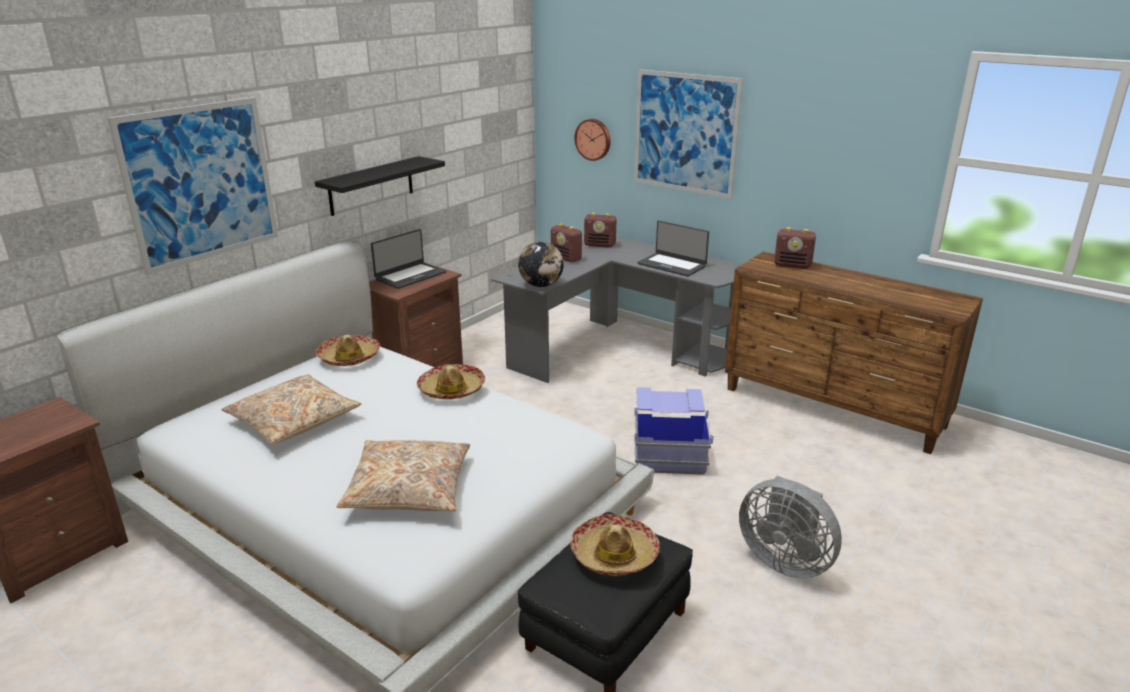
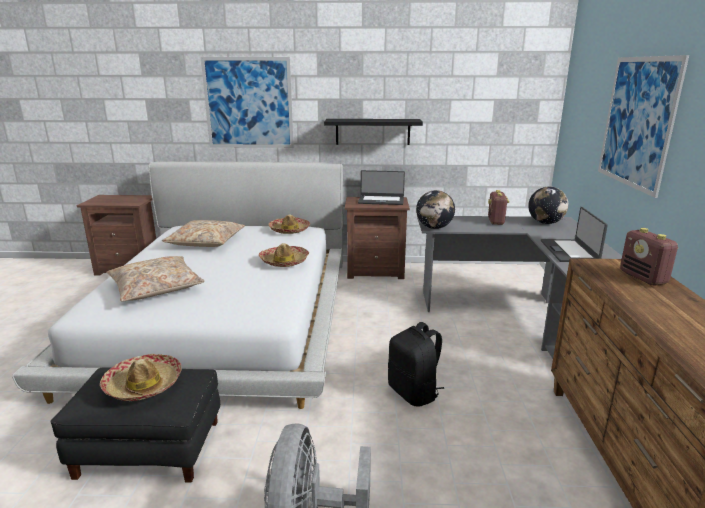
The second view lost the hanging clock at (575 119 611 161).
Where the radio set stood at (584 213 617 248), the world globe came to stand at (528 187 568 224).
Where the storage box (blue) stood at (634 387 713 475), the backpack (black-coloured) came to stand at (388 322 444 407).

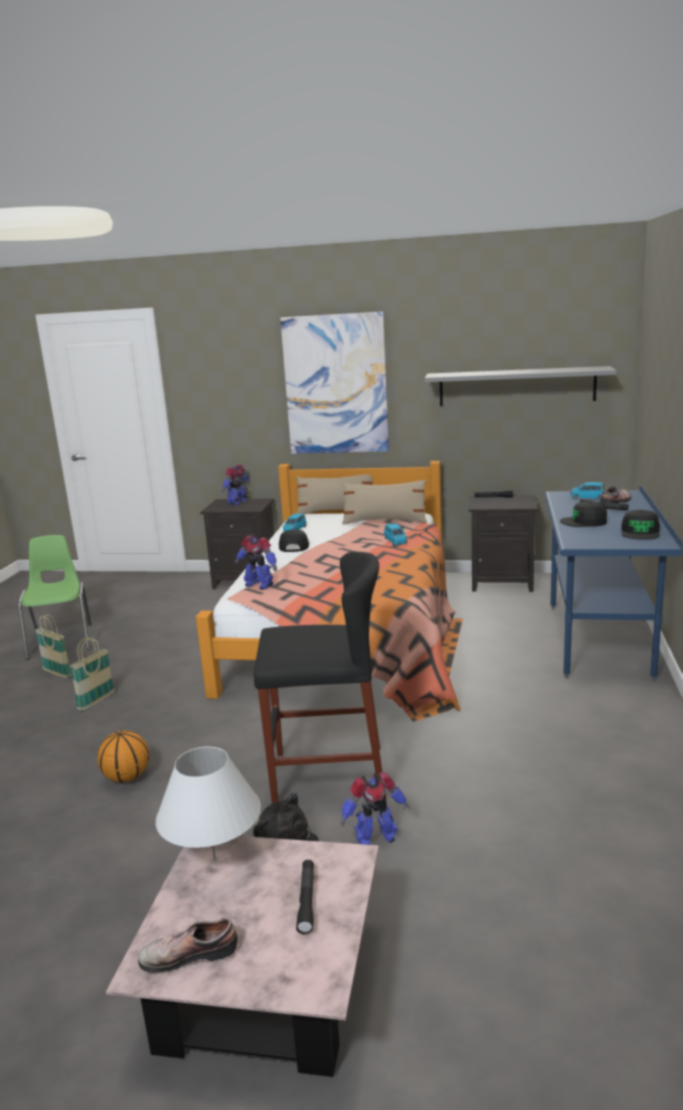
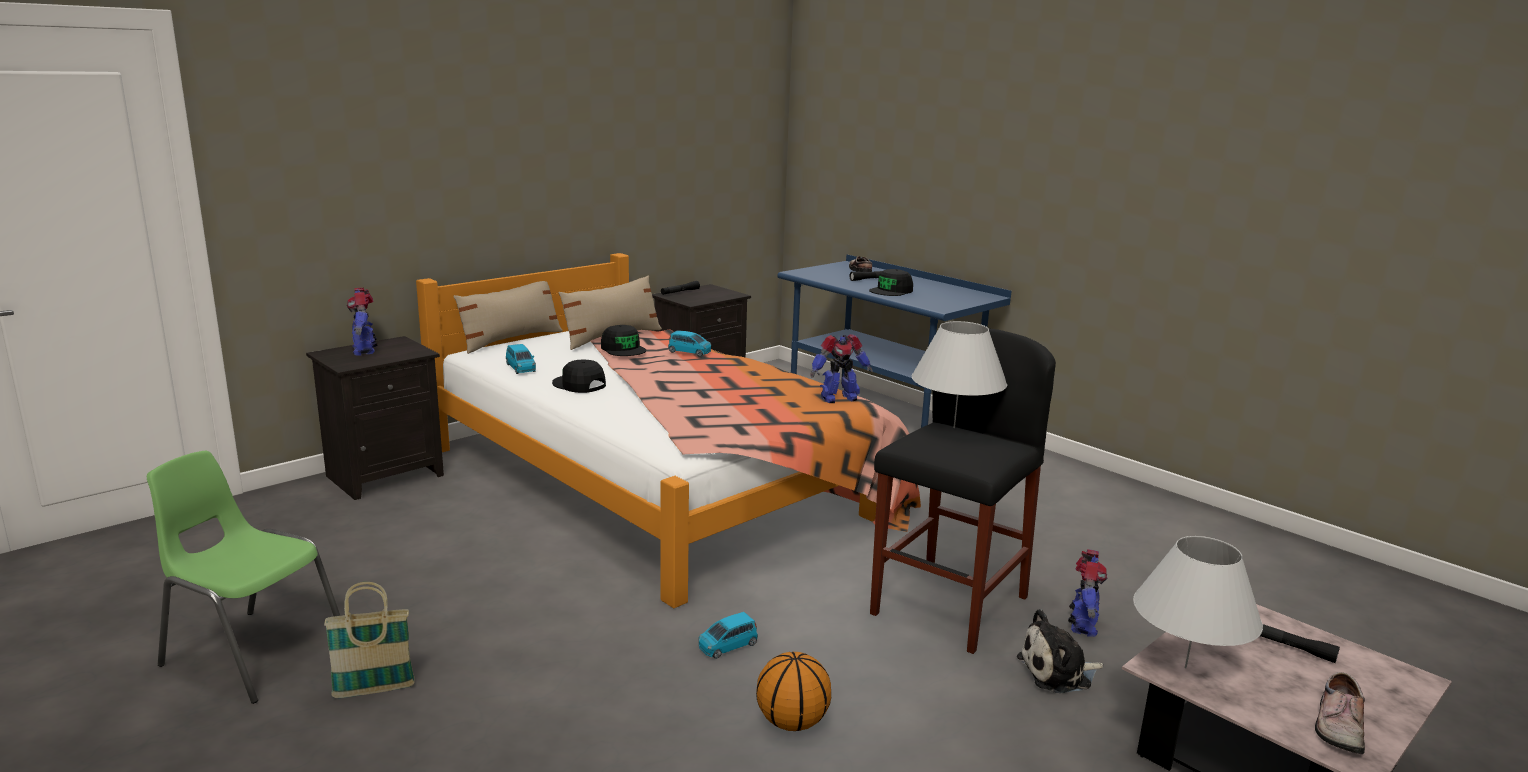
The second view lost the basket at (70 638 115 711).
The toy robot ended up elsewhere, having gone from (235 535 277 590) to (810 334 873 403).
The second view lost the wall picture at (280 312 389 454).
The second view lost the shelf (grey) at (424 366 616 406).
The model car (blue) ended up elsewhere, having gone from (570 482 605 500) to (698 612 758 659).
The baseball cap (black-coloured) ended up elsewhere, having gone from (621 510 660 540) to (601 325 646 356).
The second view gained the table lamp (white-coloured) at (912 321 1007 428).

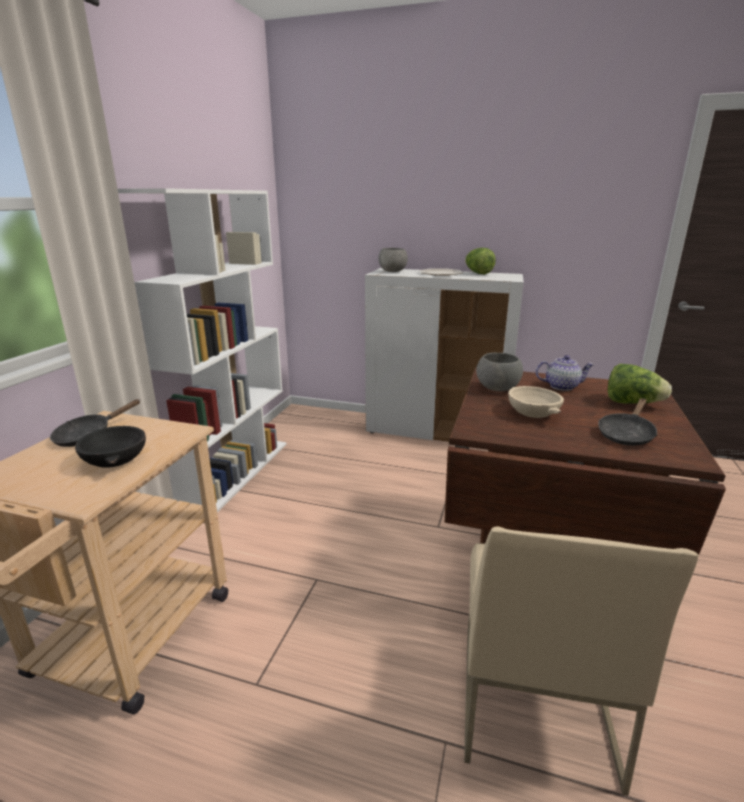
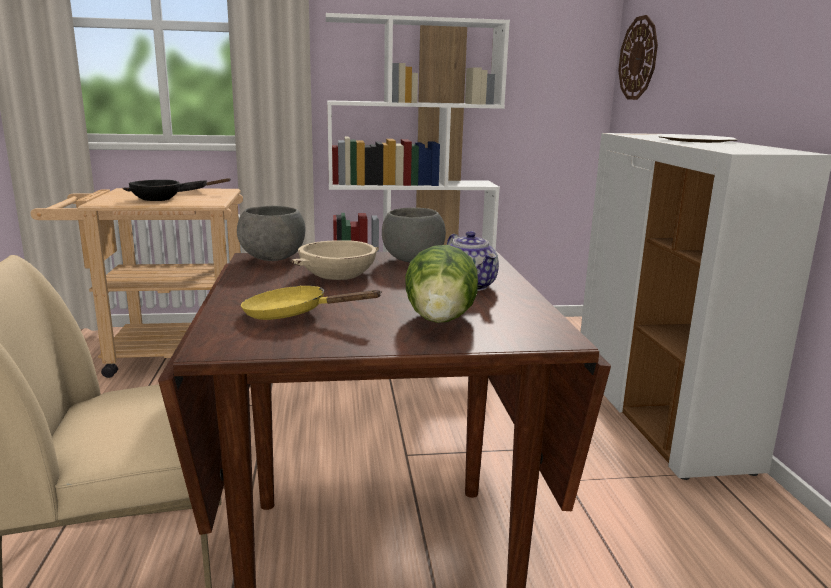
The bowl (grey) ended up elsewhere, having gone from (378 248 408 272) to (237 206 305 261).
The second view lost the lettuce head at (465 248 496 274).
What was the skillet (black-coloured) at (598 398 658 446) turned into the skillet (yellow) at (241 285 382 320).
The second view gained the hanging clock at (618 15 658 100).

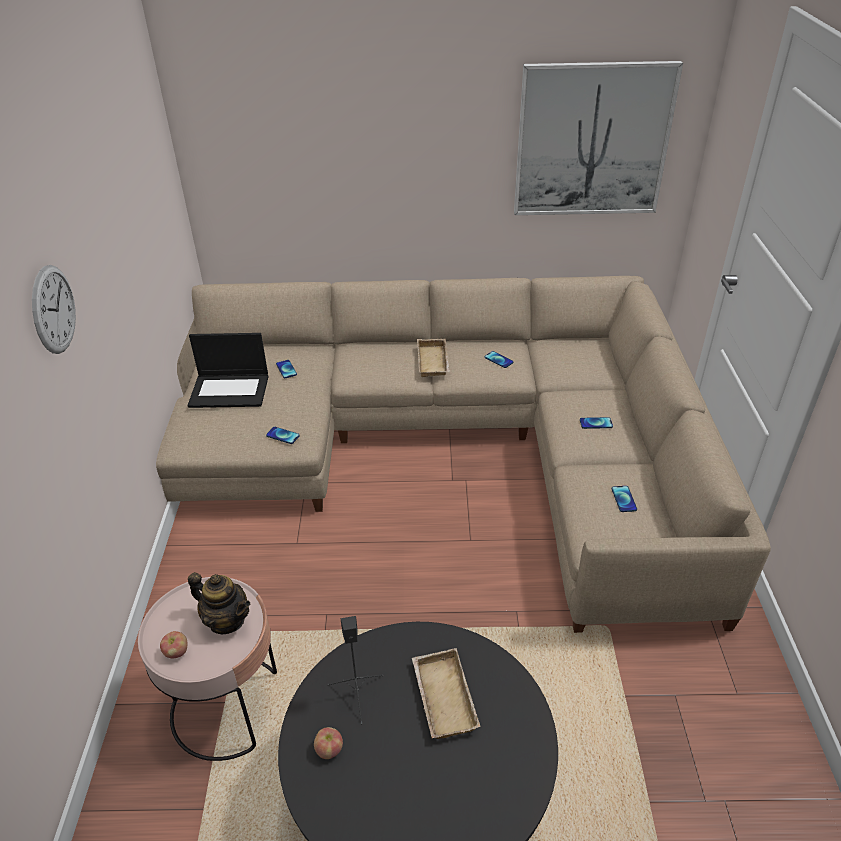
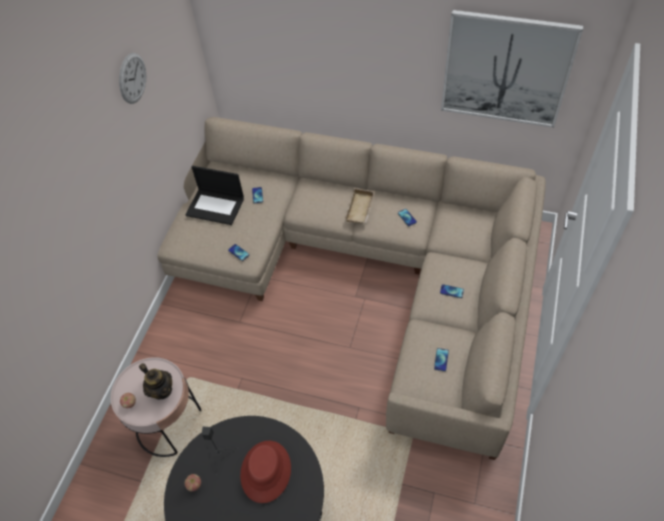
The hanging clock ended up elsewhere, having gone from (32 265 76 354) to (119 53 146 104).
Where the tray (beige-coloured) stood at (412 648 480 739), the clothing hat (red) came to stand at (240 441 291 503).

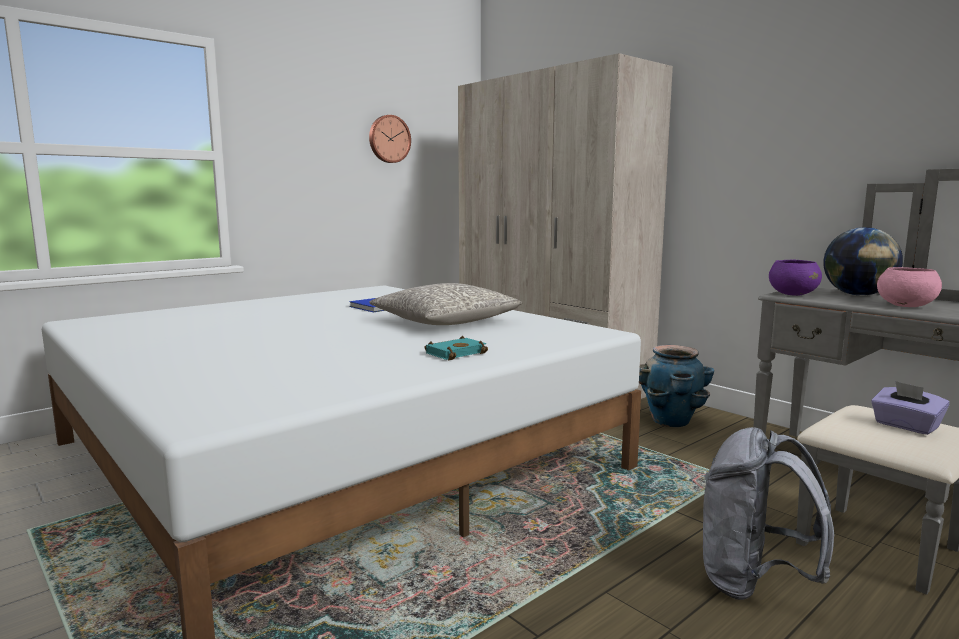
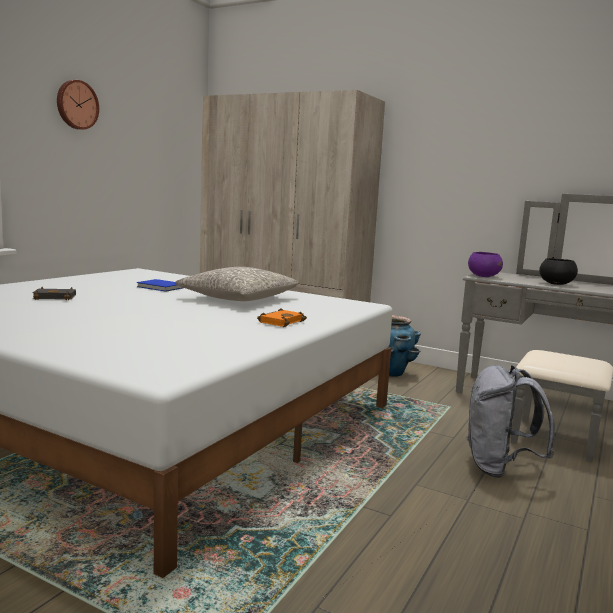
The hanging clock ended up elsewhere, having gone from (369 115 411 163) to (57 80 99 130).
What was the volume (blue-green) at (424 336 488 361) turned into the volume (orangey) at (257 308 307 327).
The second view lost the world globe at (823 227 903 296).
The second view lost the tissue box (purplish) at (871 381 950 435).
What was the bowl (pink) at (877 267 942 307) turned into the bowl (black-coloured) at (539 258 578 285).
The second view gained the volume (black-coloured) at (33 287 76 300).

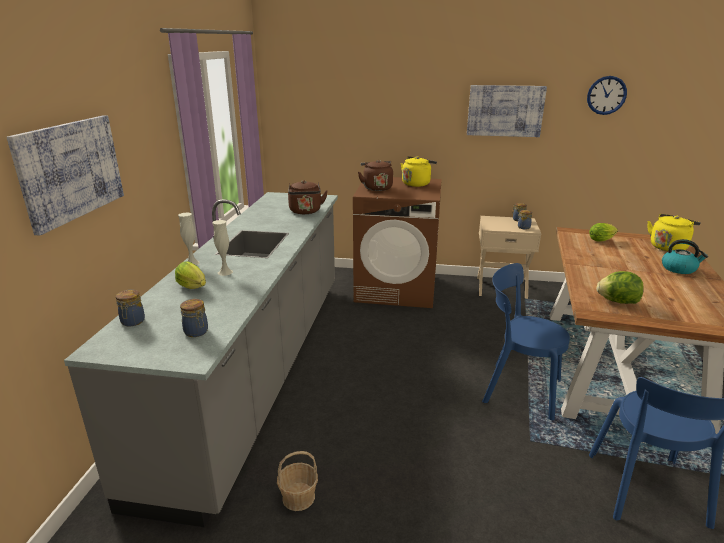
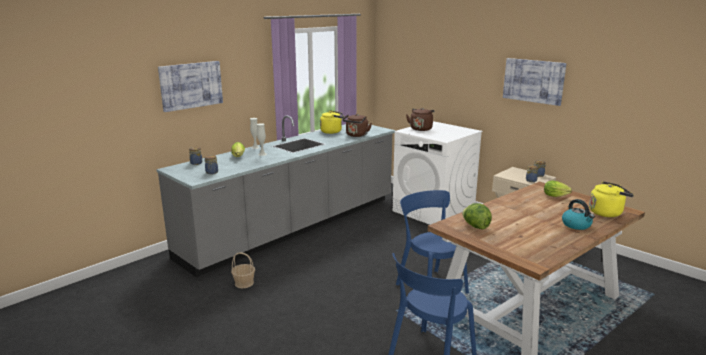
What was the laundry appliance (brownish) at (353 177 442 308) turned into the laundry appliance (white-coloured) at (392 121 483 225).
The tea kettle (yellow) ended up elsewhere, having gone from (401 156 437 187) to (320 110 344 134).
The second view lost the hanging clock at (587 76 627 115).

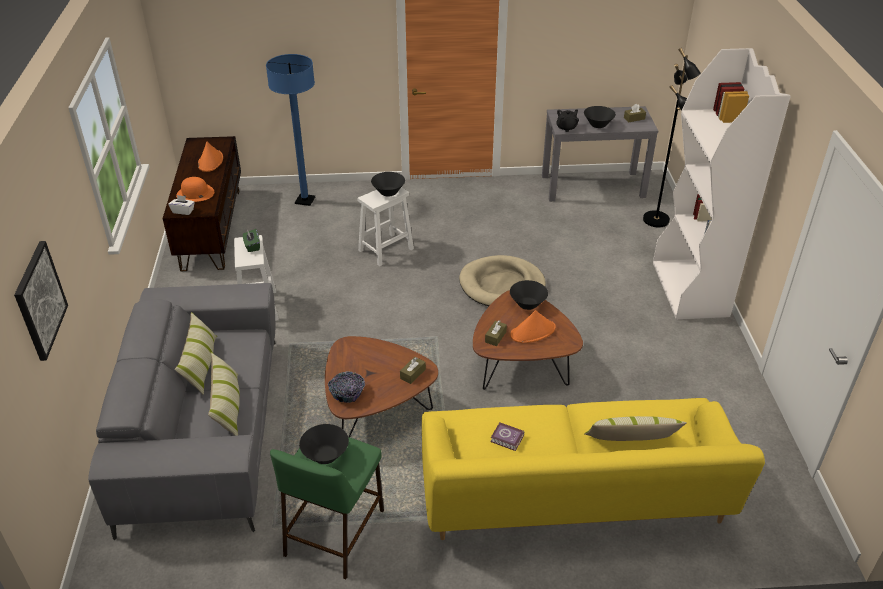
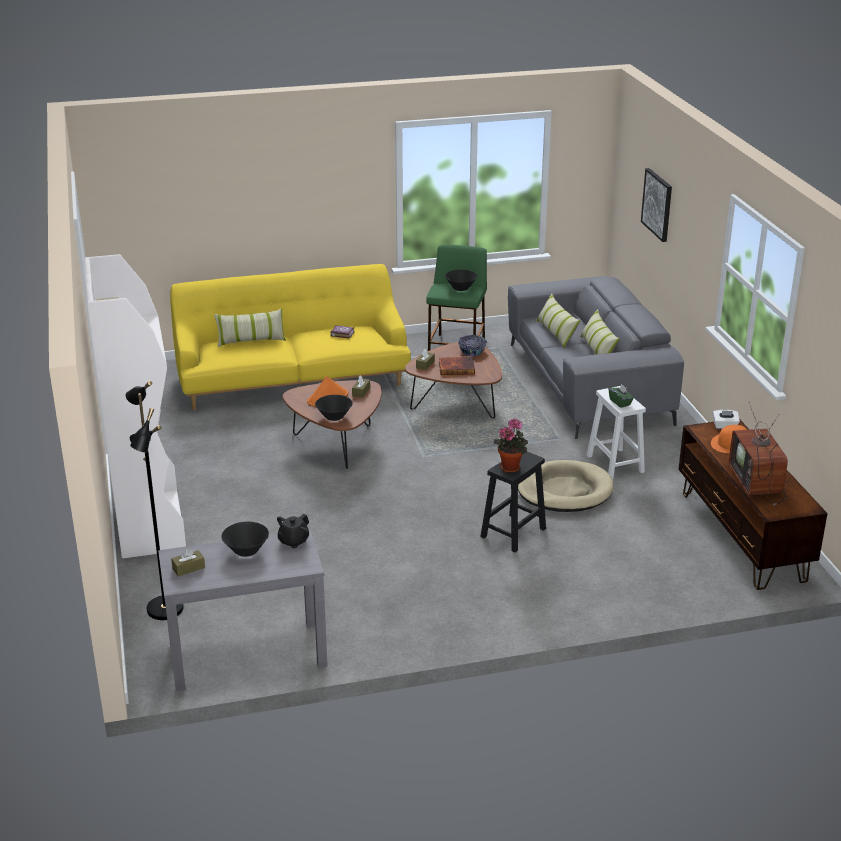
Where the clothing hat (orangey) stood at (198 142 223 172), the TV set came to stand at (729 403 788 506).
The second view lost the standing lamp (blue) at (266 54 315 206).
What was the sitting stool (white-coloured) at (358 187 414 266) turned into the sitting stool (black-coloured) at (480 452 546 553).
Where the bowl (black-coloured) stood at (371 172 405 197), the plant in a pot came to stand at (494 419 528 473).
The dog cushion (beige-coloured) ended up elsewhere, having gone from (459 255 546 306) to (518 460 614 512).
The second view gained the volume at (439 357 475 375).

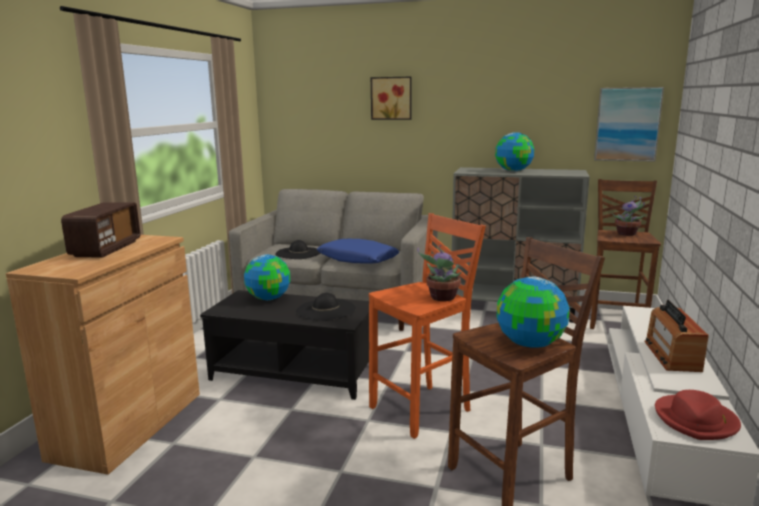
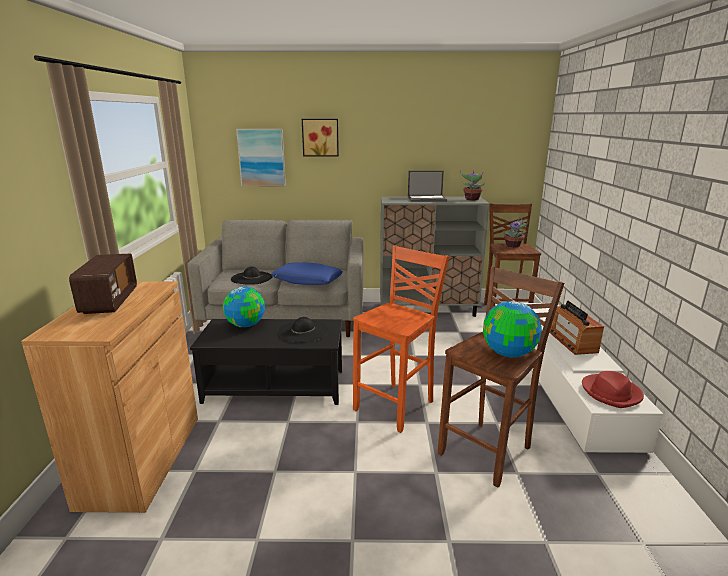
The plant in a pot ended up elsewhere, having gone from (417 245 461 301) to (460 171 485 201).
Where the world globe stood at (495 132 534 172), the portable computer came to stand at (408 171 447 202).
The wall picture ended up elsewhere, having gone from (594 87 664 161) to (236 129 286 187).

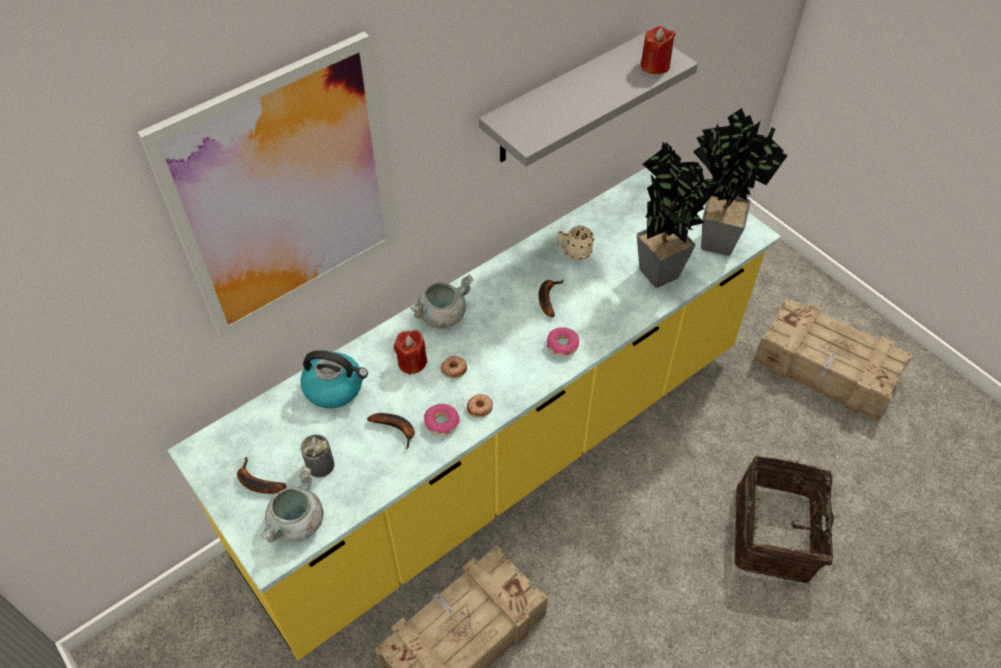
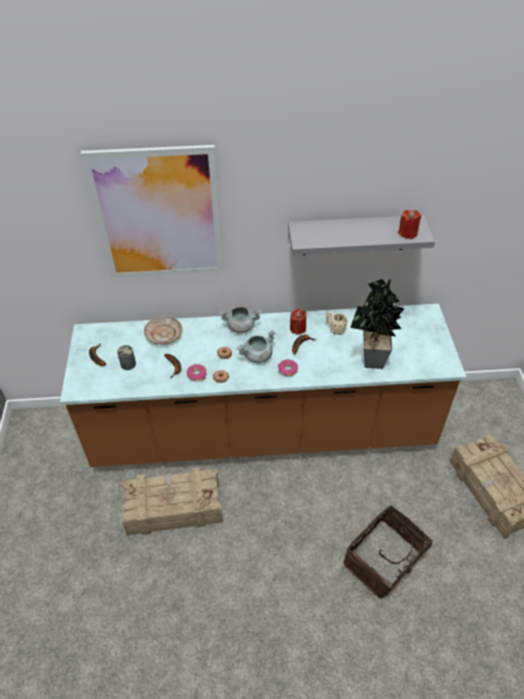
What was the counter (yellow) at (167 168 781 660) turned into the counter (brownish) at (60 304 466 467).
The cooking pot (grey) ended up elsewhere, having gone from (260 466 323 543) to (237 330 276 363).
Where the tea kettle stood at (300 350 368 408), the flat dish (beige-coloured) came to stand at (144 316 182 345).
The wax candle (red) ended up elsewhere, having gone from (394 330 428 375) to (290 309 307 334).
The second view lost the plant in a pot at (693 108 788 256).

